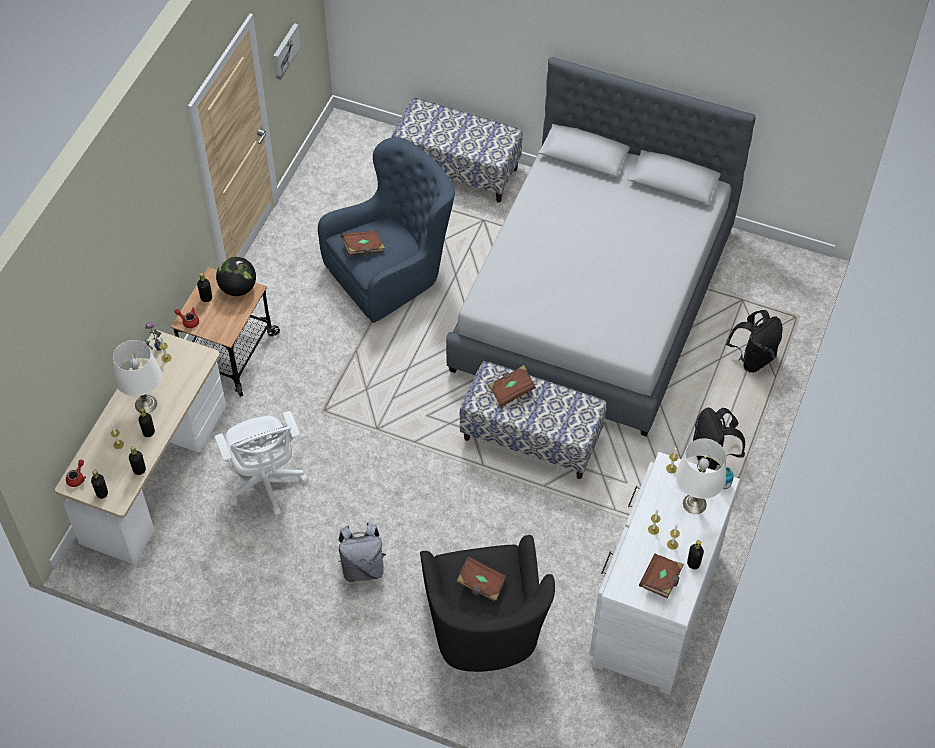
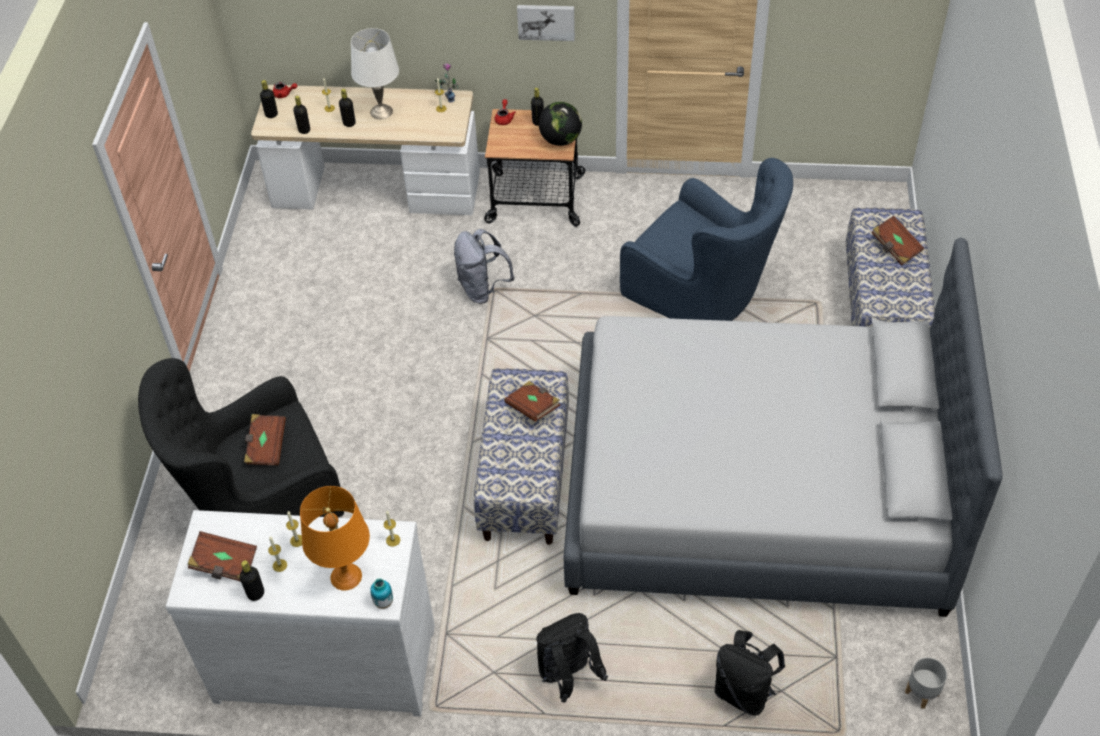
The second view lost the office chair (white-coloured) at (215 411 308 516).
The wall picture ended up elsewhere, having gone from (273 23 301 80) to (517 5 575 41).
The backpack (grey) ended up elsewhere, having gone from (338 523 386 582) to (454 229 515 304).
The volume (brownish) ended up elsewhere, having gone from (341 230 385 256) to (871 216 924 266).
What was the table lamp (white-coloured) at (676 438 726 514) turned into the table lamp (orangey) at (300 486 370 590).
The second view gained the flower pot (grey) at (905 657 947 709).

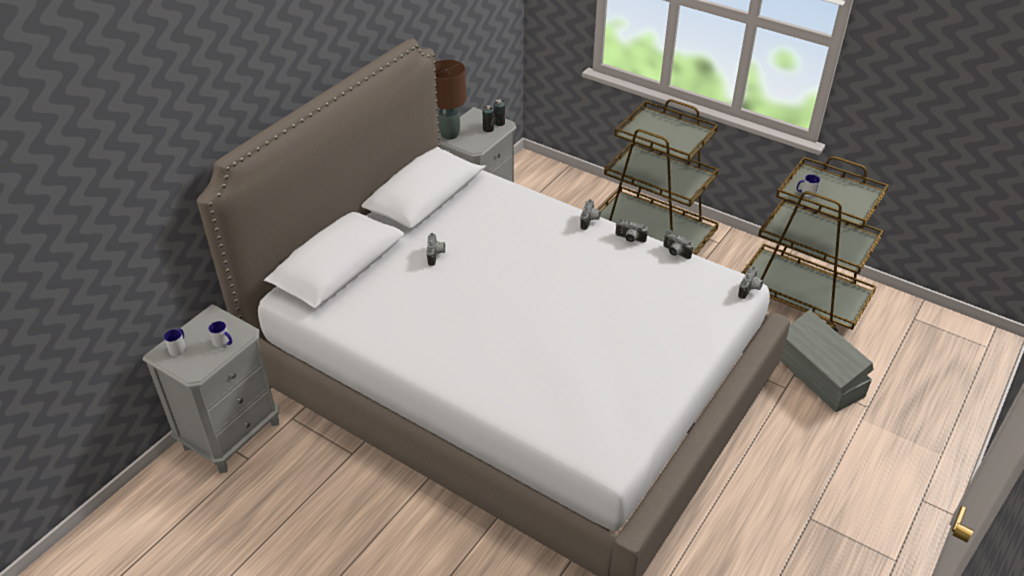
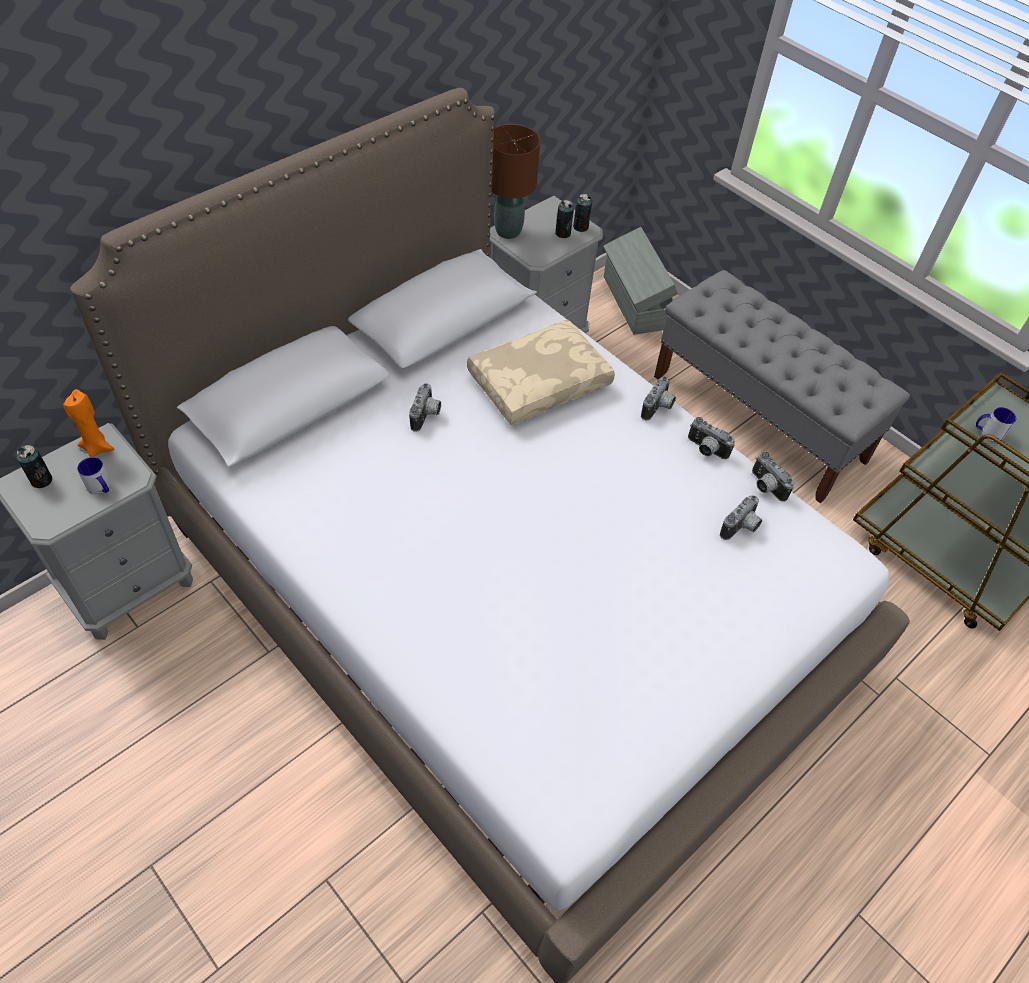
Where the coffee mug stood at (164 329 187 356), the can came to stand at (16 445 52 488).
Where the cart (brownish) stood at (598 99 719 255), the bench (grey) came to stand at (654 270 910 503).
The photo camera ended up elsewhere, having gone from (738 266 763 299) to (720 495 762 540).
The storage box (grey) ended up elsewhere, having gone from (780 310 873 412) to (603 227 678 335).
The second view gained the wax candle (orangey) at (63 389 114 457).
The second view gained the throw pillow (beige-coloured) at (467 320 615 425).

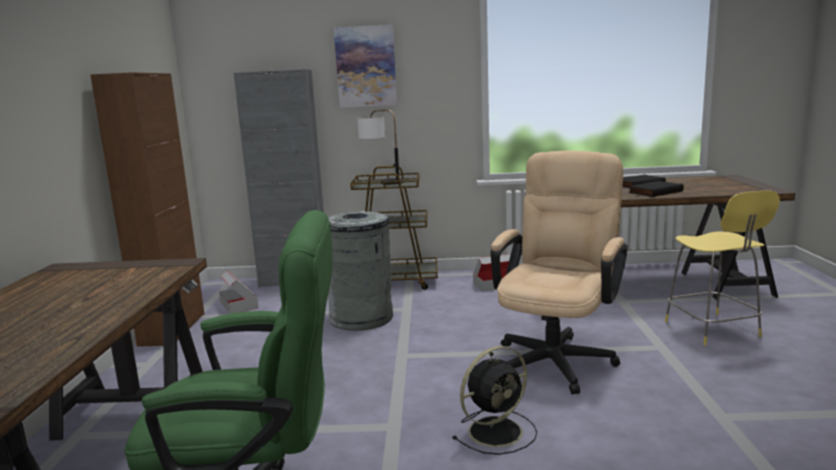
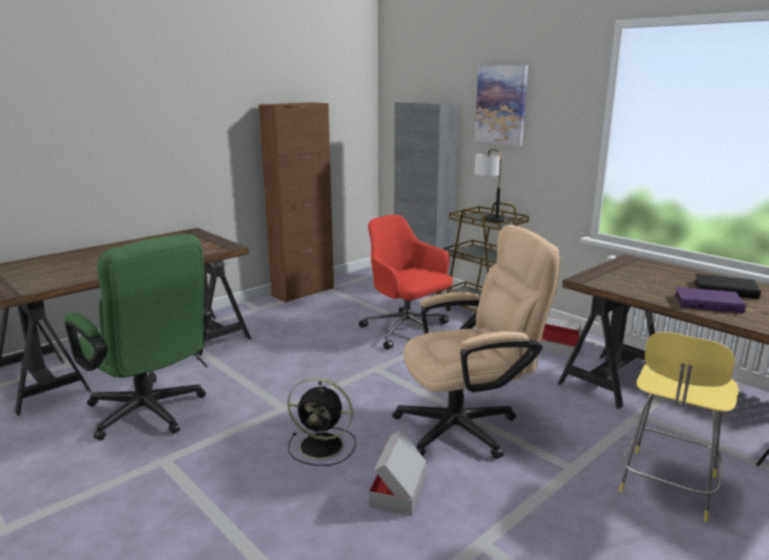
The carton ended up elsewhere, having gone from (219 270 258 314) to (369 430 426 516).
Where the rubbish bin (grey) stood at (328 211 393 331), the office chair (red) came to stand at (359 215 453 350).
What was the volume (black-coloured) at (628 181 684 197) turned into the volume (purplish) at (674 287 746 313).

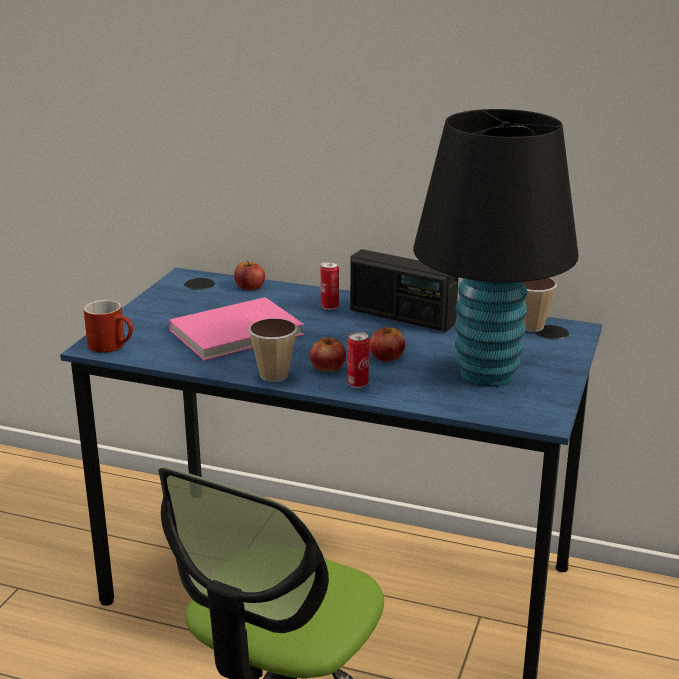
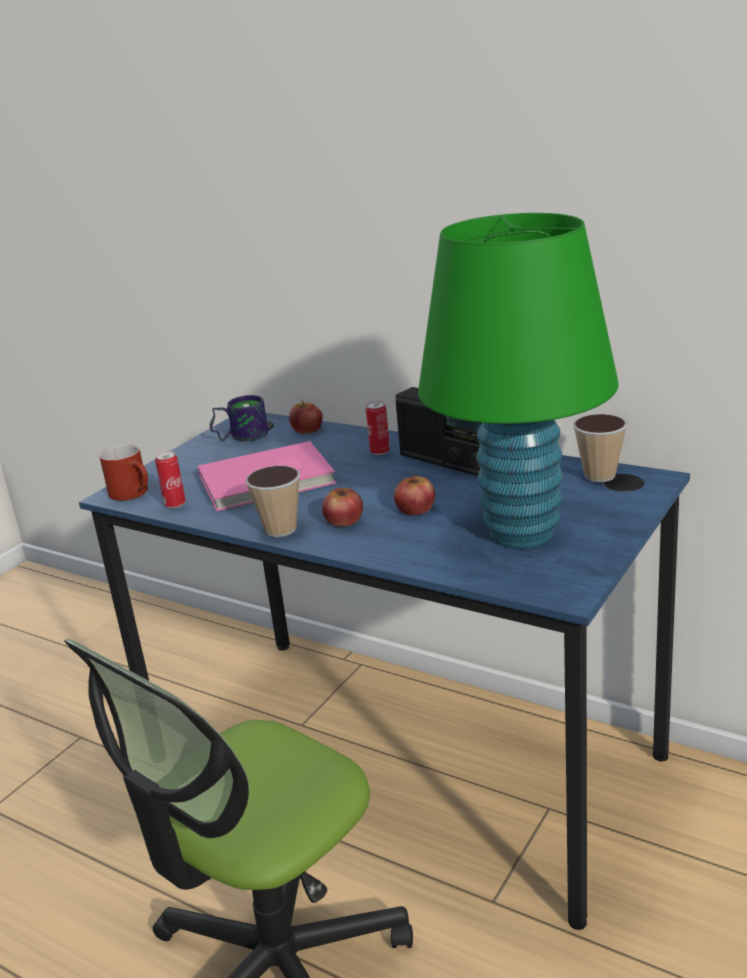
The can ended up elsewhere, having gone from (347 332 369 388) to (155 451 186 508).
What was the table lamp (black-coloured) at (413 109 579 387) turned into the table lamp (greenish) at (418 213 619 549).
The second view gained the coffee mug at (210 395 268 441).

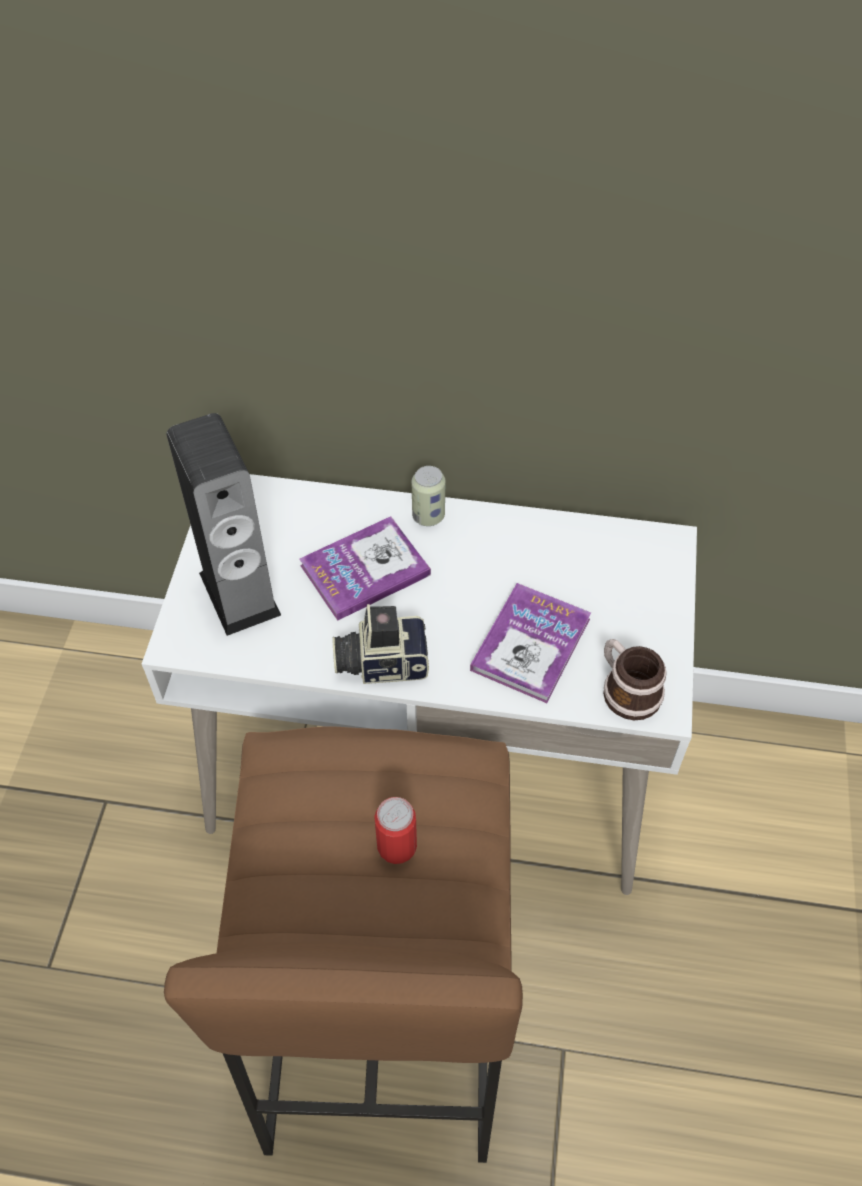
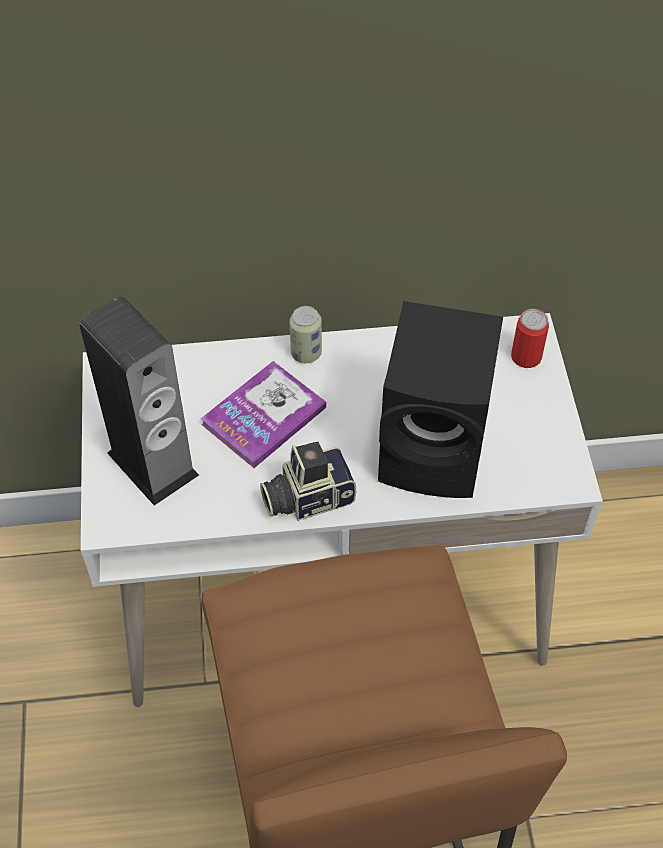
The can ended up elsewhere, having gone from (374 797 417 864) to (511 309 549 368).
Where the volume stood at (470 583 591 703), the loudspeaker (black-coloured) came to stand at (378 301 503 498).
The second view lost the coffee mug at (603 639 666 720).

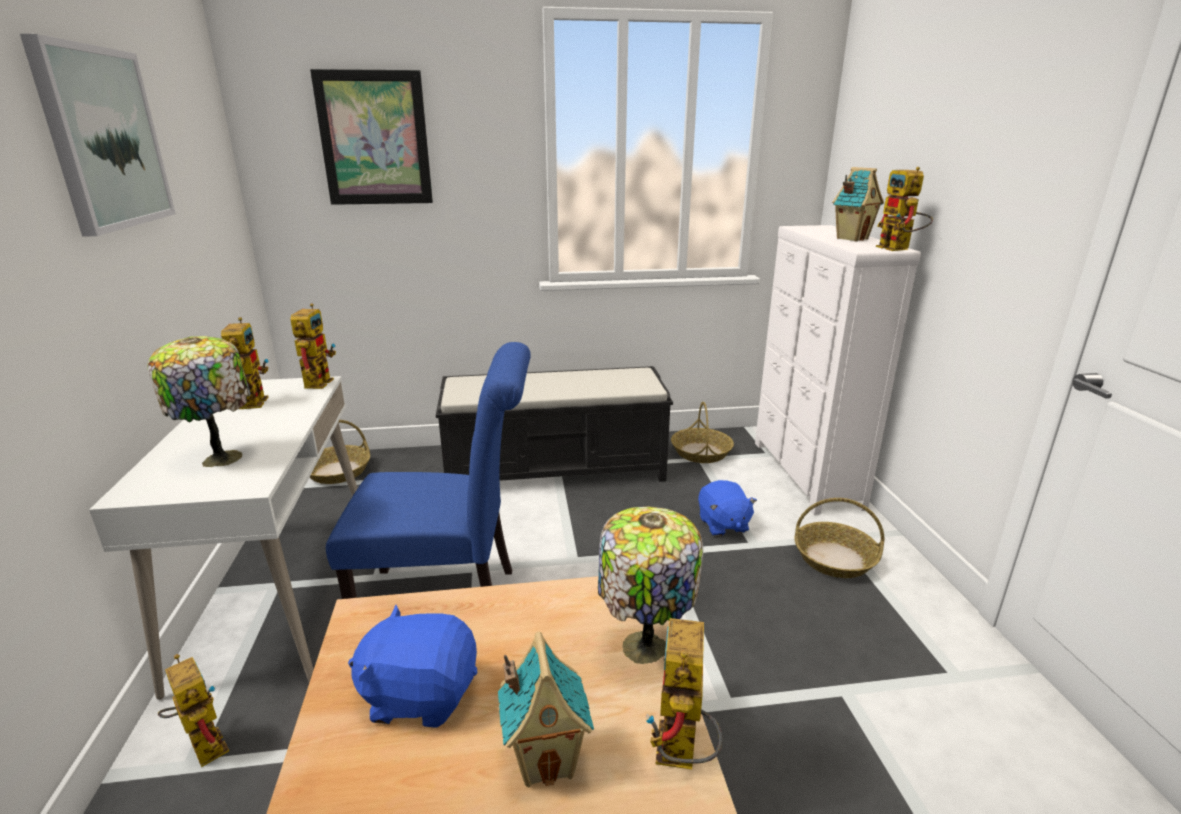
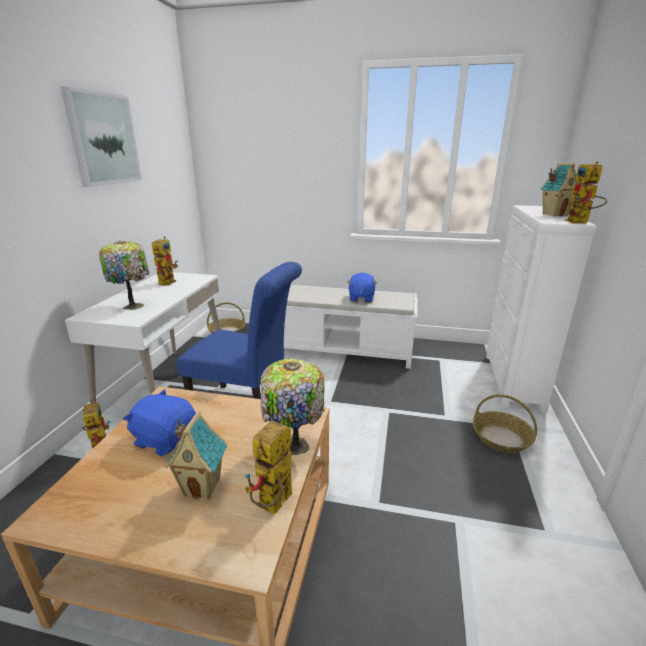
The second view lost the toy robot at (290 303 336 389).
The second view lost the wall picture at (310 69 433 205).
What was the bench (black-coloured) at (436 366 673 482) turned into the bench (white-coloured) at (284 285 417 369).
The second view lost the basket at (671 402 734 463).
The soft toy (blue) ended up elsewhere, having gone from (698 480 757 536) to (347 273 377 303).

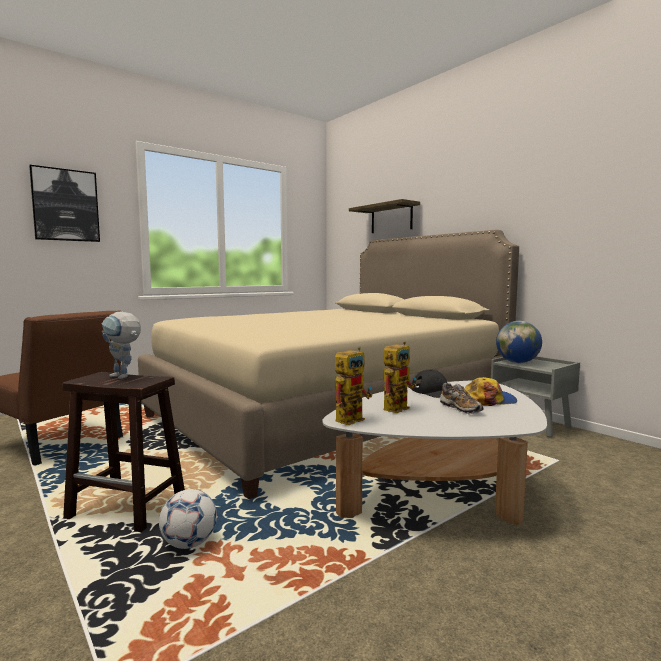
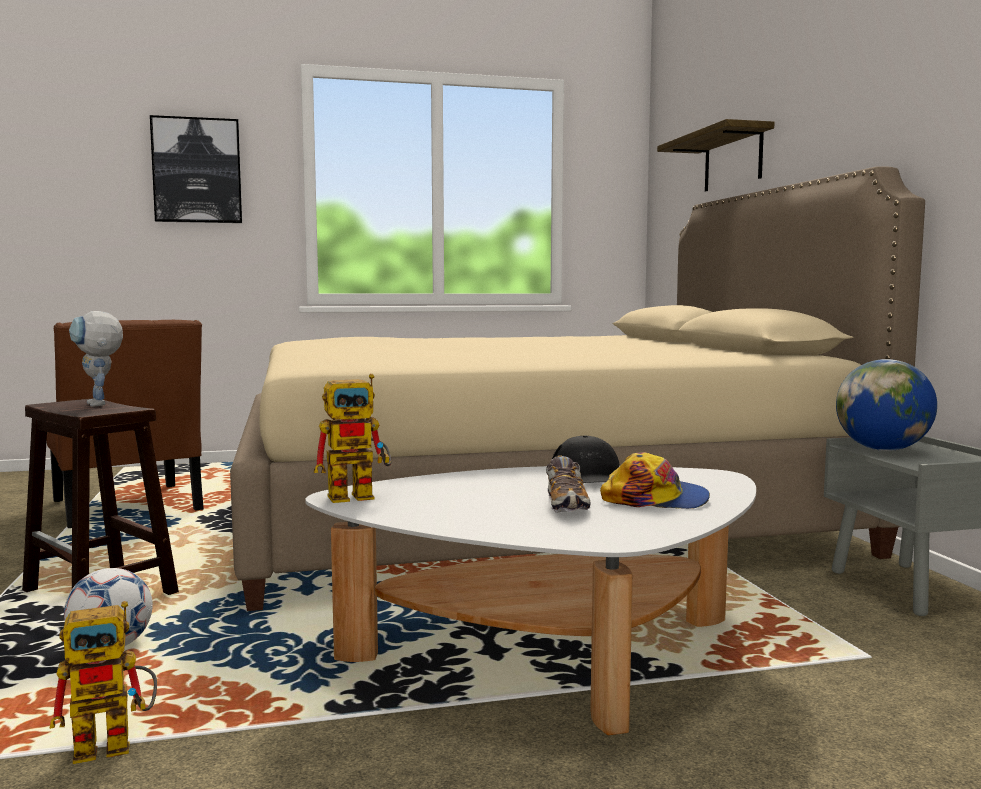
The toy robot ended up elsewhere, having gone from (384 341 416 413) to (49 601 157 764).

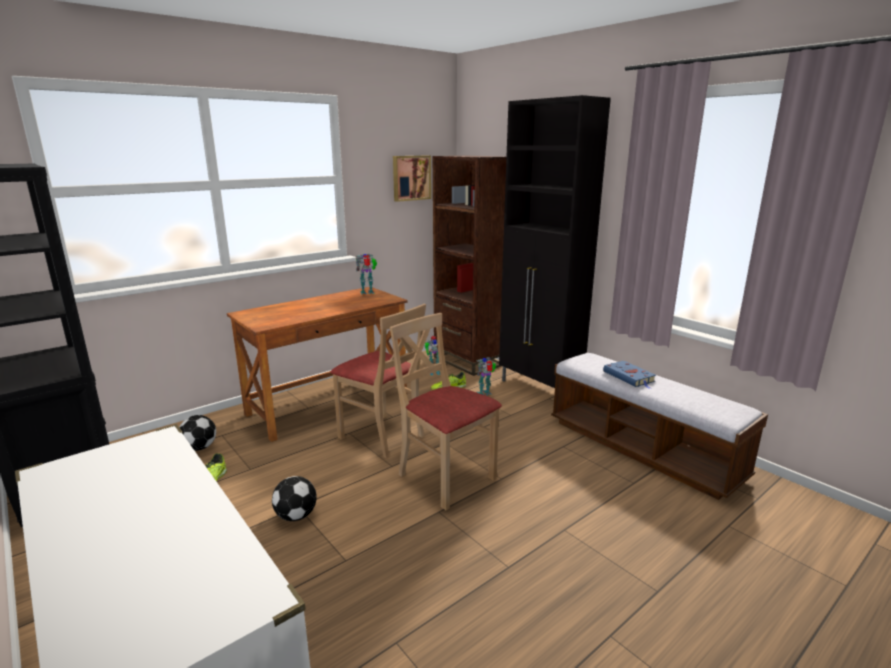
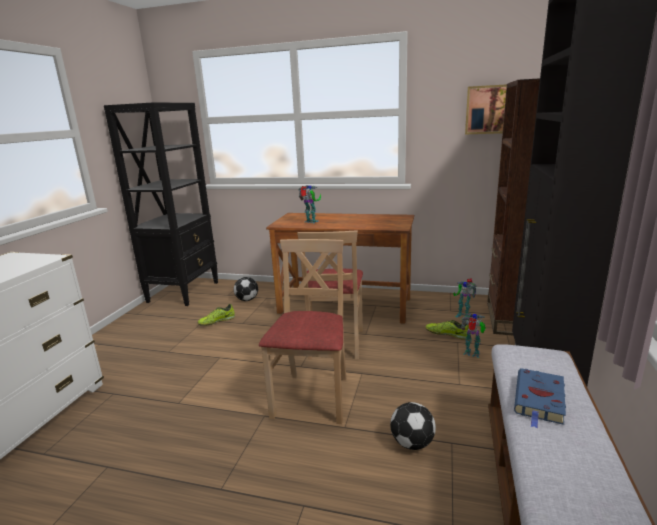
The football ball ended up elsewhere, having gone from (272 476 317 521) to (390 402 436 450).
The toy robot ended up elsewhere, having gone from (356 254 377 295) to (299 185 321 224).

